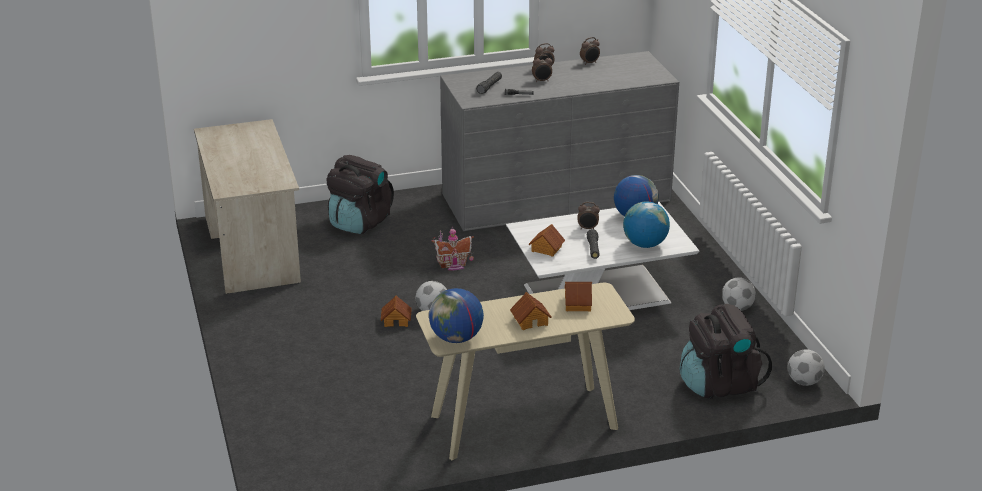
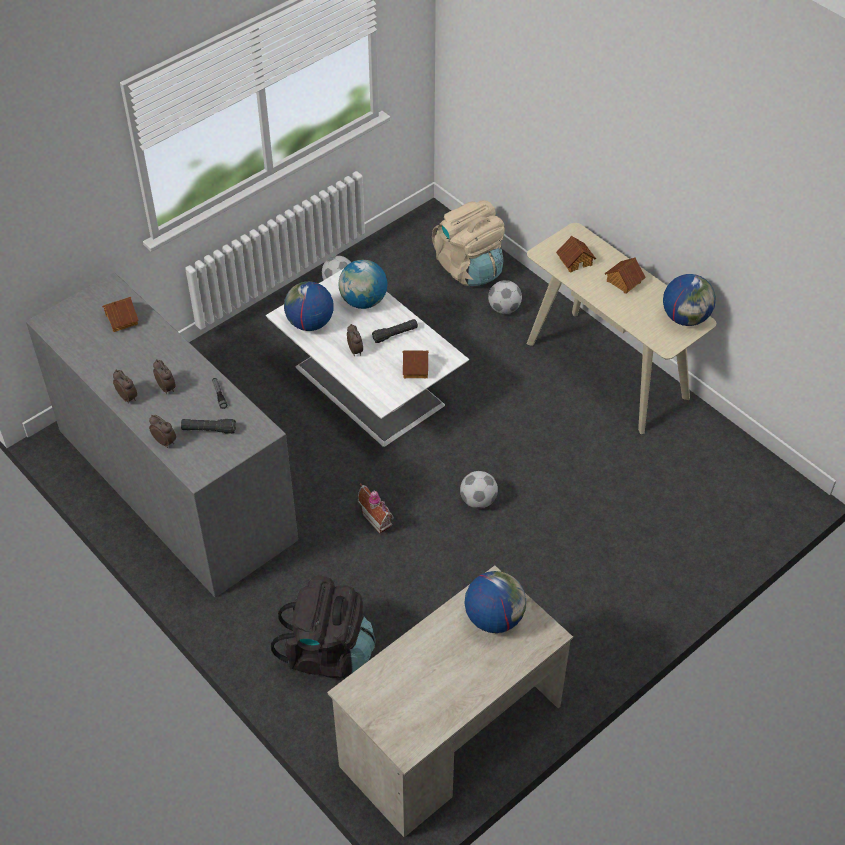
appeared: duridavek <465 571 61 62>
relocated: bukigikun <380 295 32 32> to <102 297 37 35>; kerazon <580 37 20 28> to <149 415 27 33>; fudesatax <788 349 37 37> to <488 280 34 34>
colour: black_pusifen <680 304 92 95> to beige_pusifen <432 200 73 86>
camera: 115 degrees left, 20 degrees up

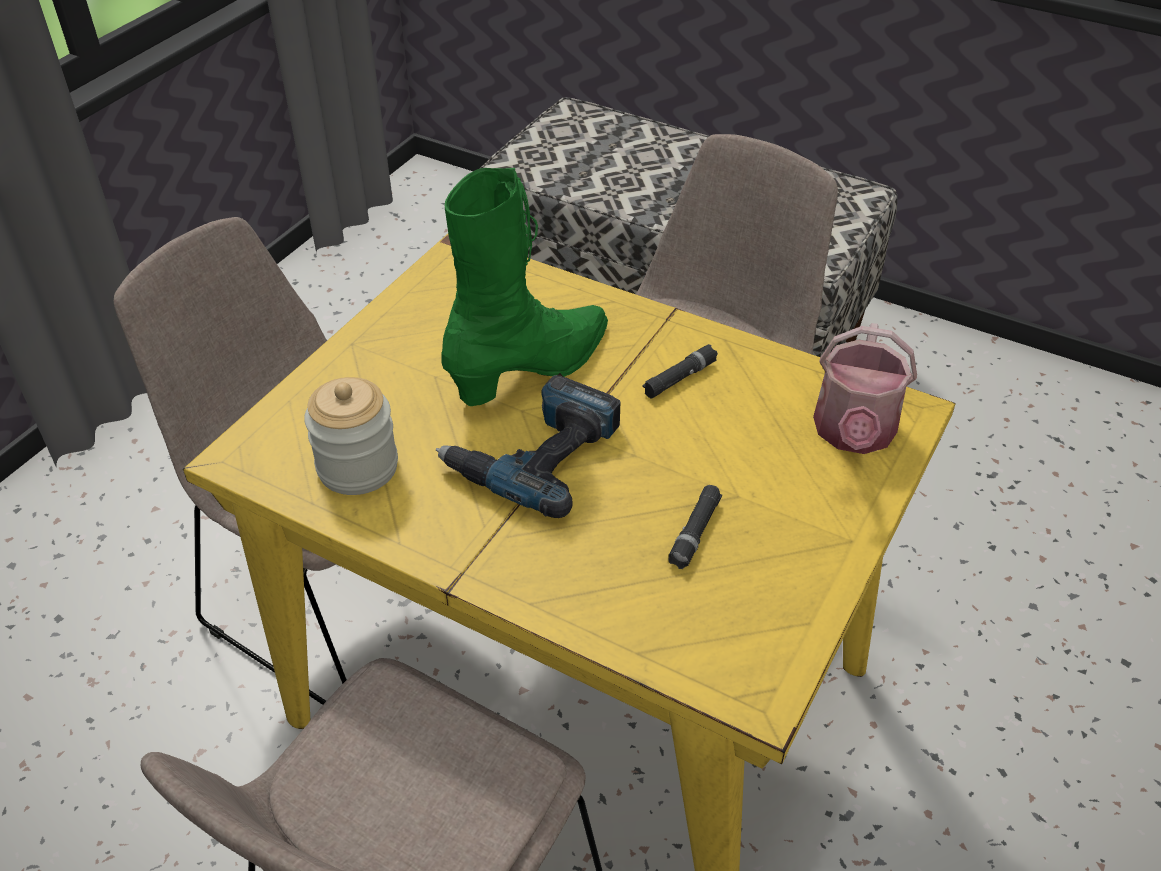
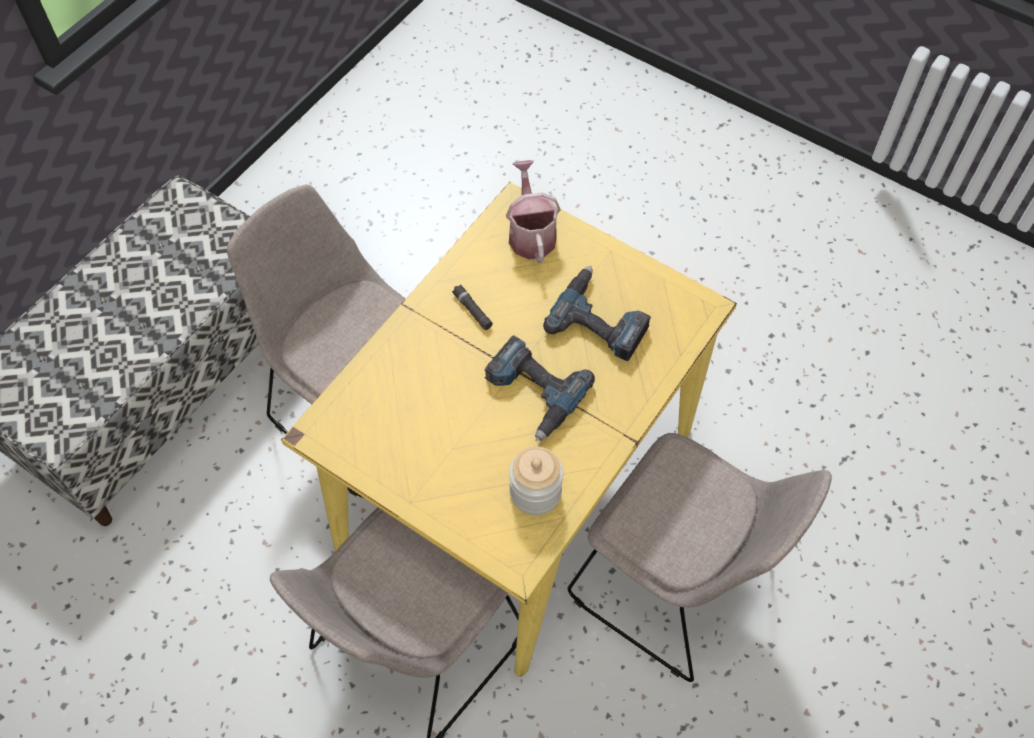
missing: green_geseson <441 168 167 238>
exchanged: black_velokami <668 485 54 84> to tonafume <543 266 108 95>
spun: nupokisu <813 323 104 131> = <506 160 55 103> 120 degrees counterclockwise
camera: 85 degrees left, 15 degrees up

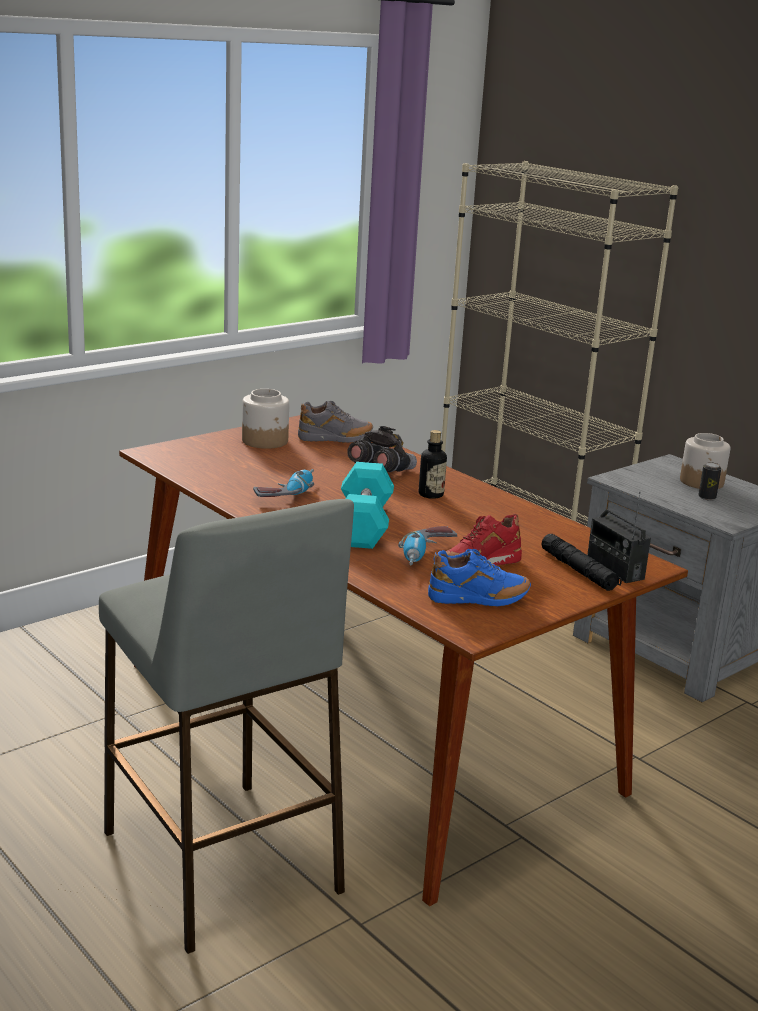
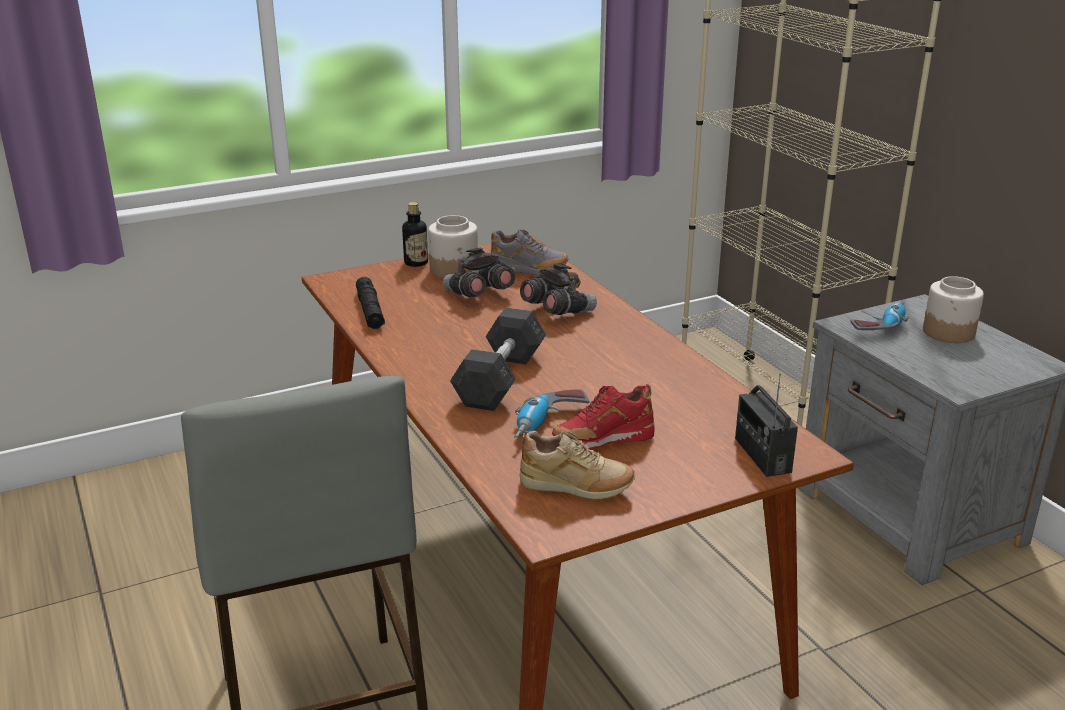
missing: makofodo <698 462 23 38>
appeared: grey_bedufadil <443 247 72 50>
relocated: tonafume <253 469 61 28> to <850 302 59 28>; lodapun <419 430 28 69> to <402 202 26 65>; black_velokami <541 534 81 57> to <356 277 29 52>
colour: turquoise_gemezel <341 462 53 87> to grey_gemezel <450 307 96 104>; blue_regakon <428 549 103 58> to beige_regakon <520 431 116 68>
camera: 15 degrees right, 5 degrees up

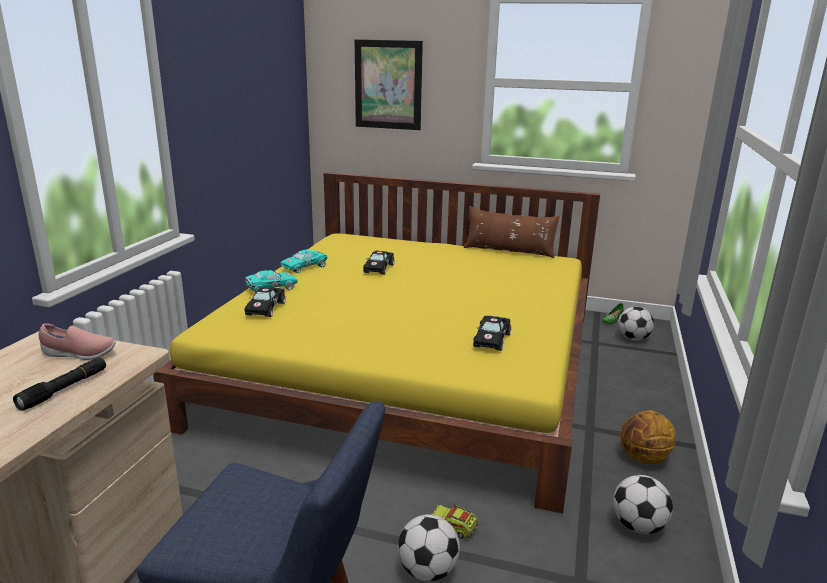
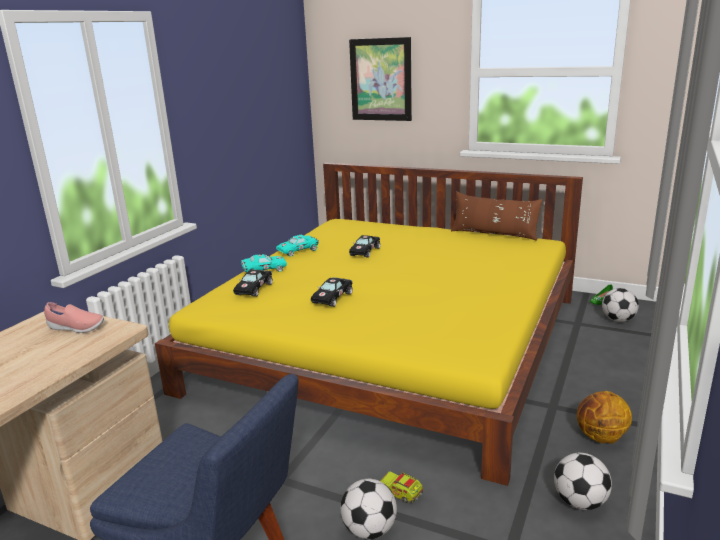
missing: black_velokami <13 357 93 54>
relocated: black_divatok <473 315 38 36> to <311 277 42 30>
camera: 10 degrees right, 0 degrees up

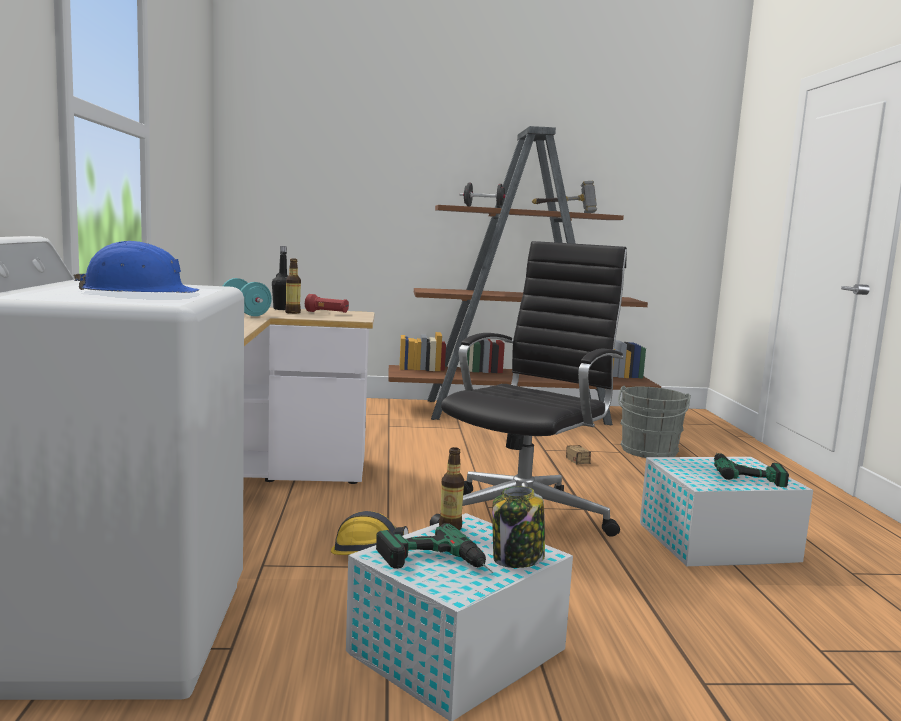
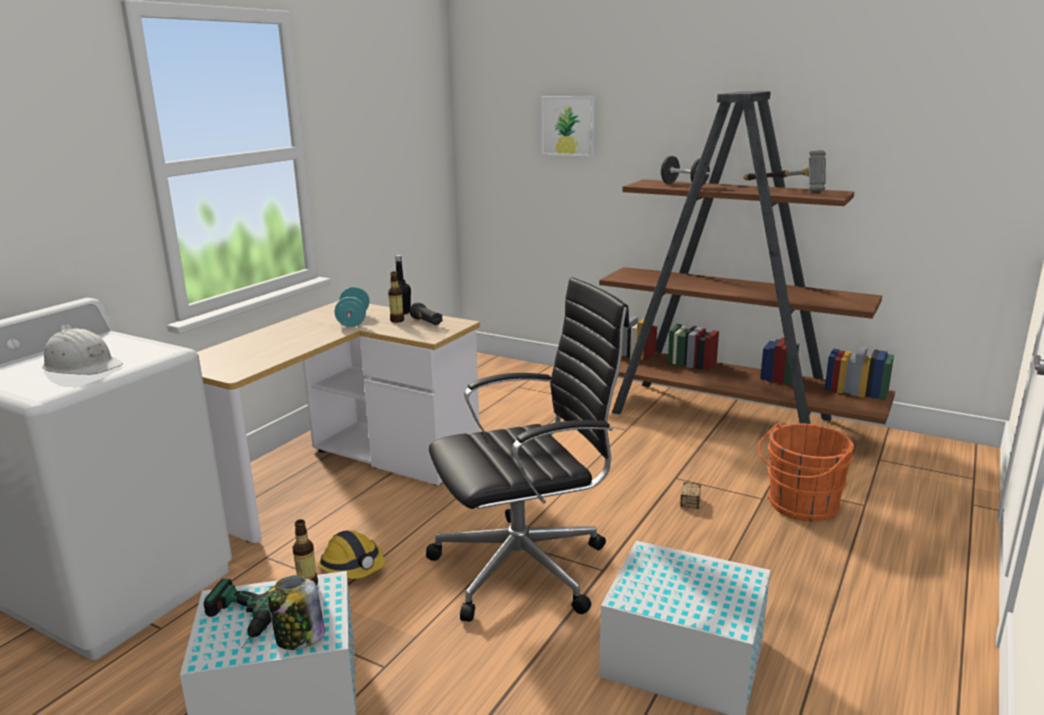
missing: tonafume <714 453 75 34>
appeared: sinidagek <542 96 53 61>
colour: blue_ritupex <74 241 125 52> to white_ritupex <42 328 81 47>; red_velokami <305 294 44 19> to black_velokami <410 302 33 23>; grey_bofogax <618 386 73 72> to orange_bofogax <758 423 96 99>
camera: 35 degrees right, 10 degrees up

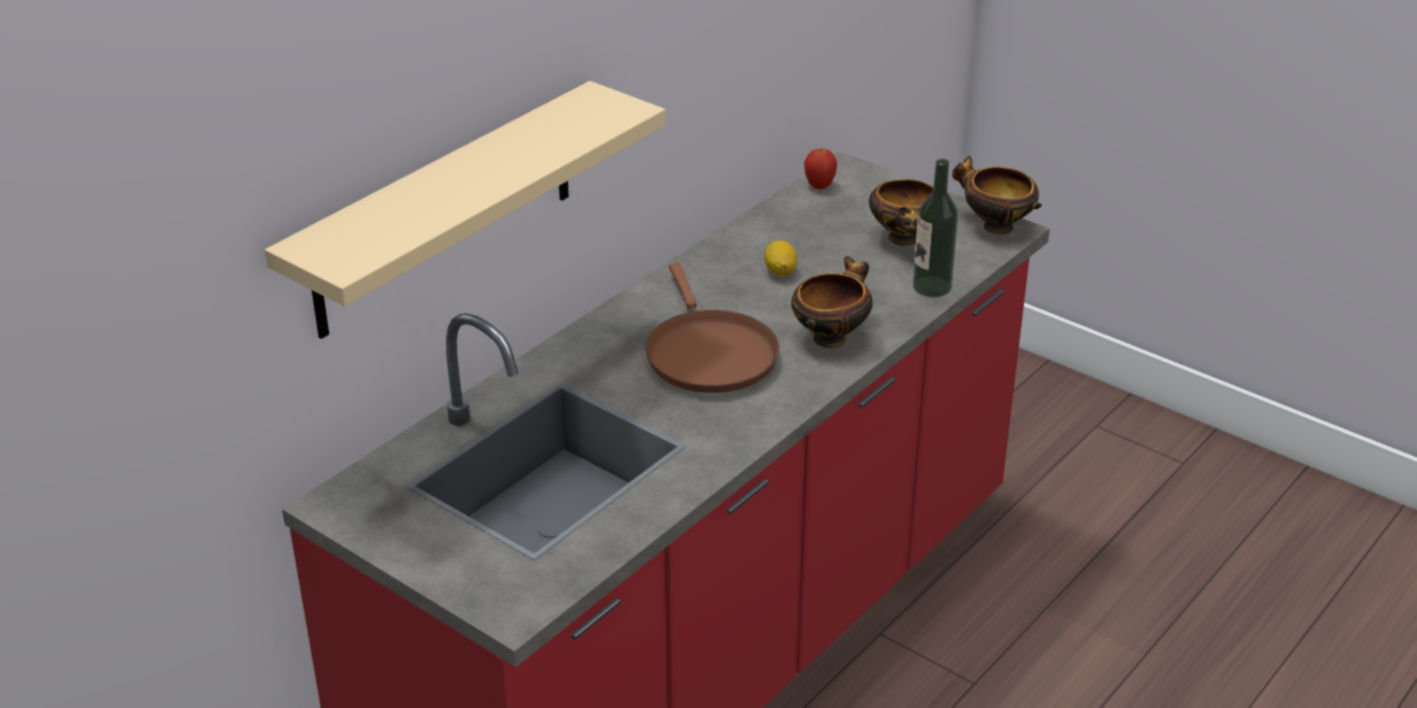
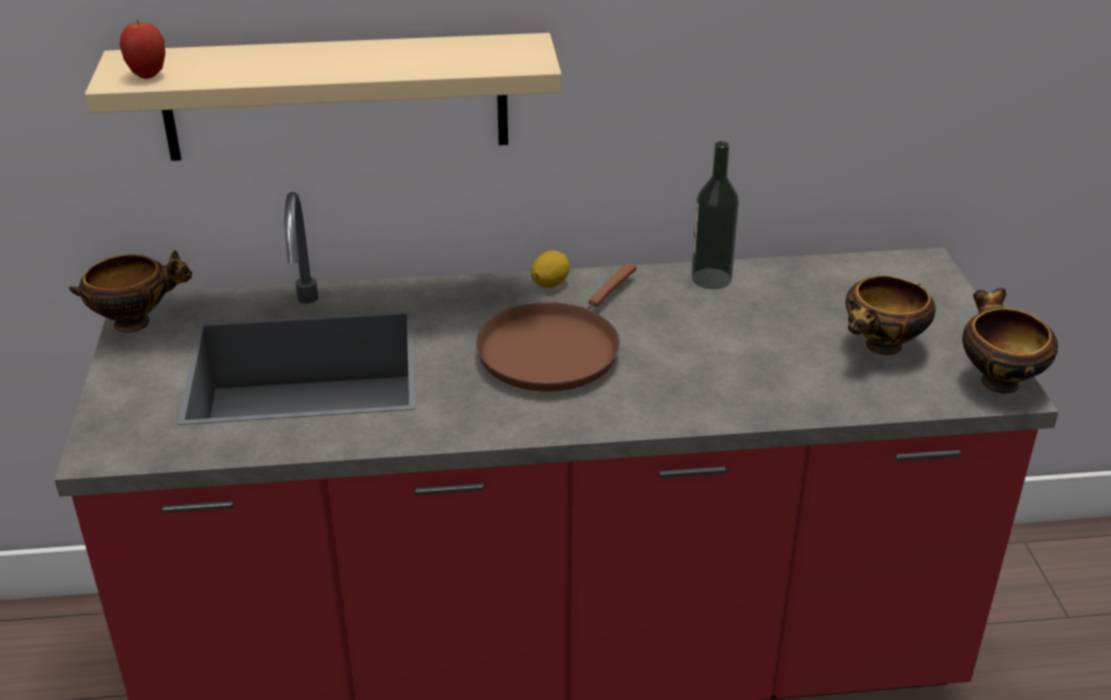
relocated: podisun <764 241 33 35> to <531 250 39 38>; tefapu <791 256 82 92> to <69 250 123 83>; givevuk <804 148 33 41> to <120 19 45 60>; lodapun <913 159 45 138> to <691 141 48 148>
camera: 45 degrees right, 0 degrees up

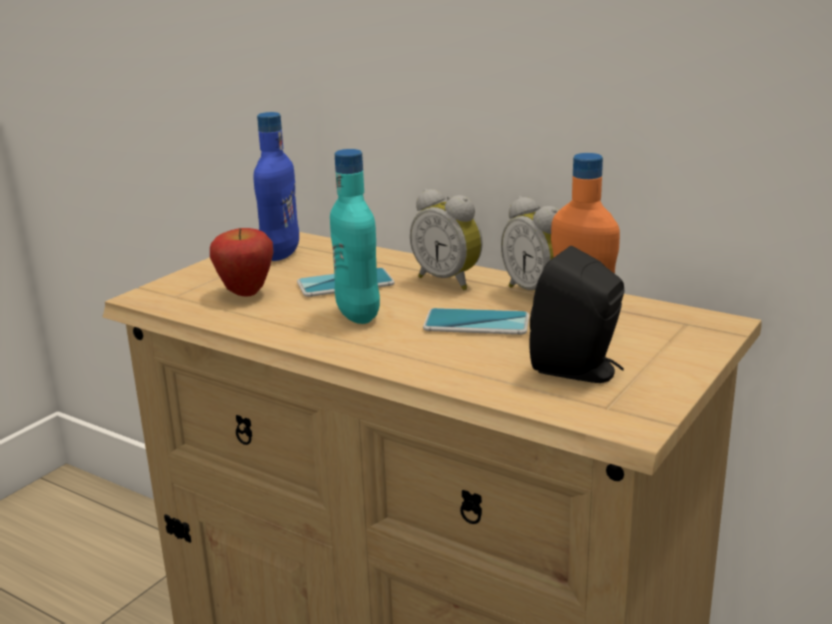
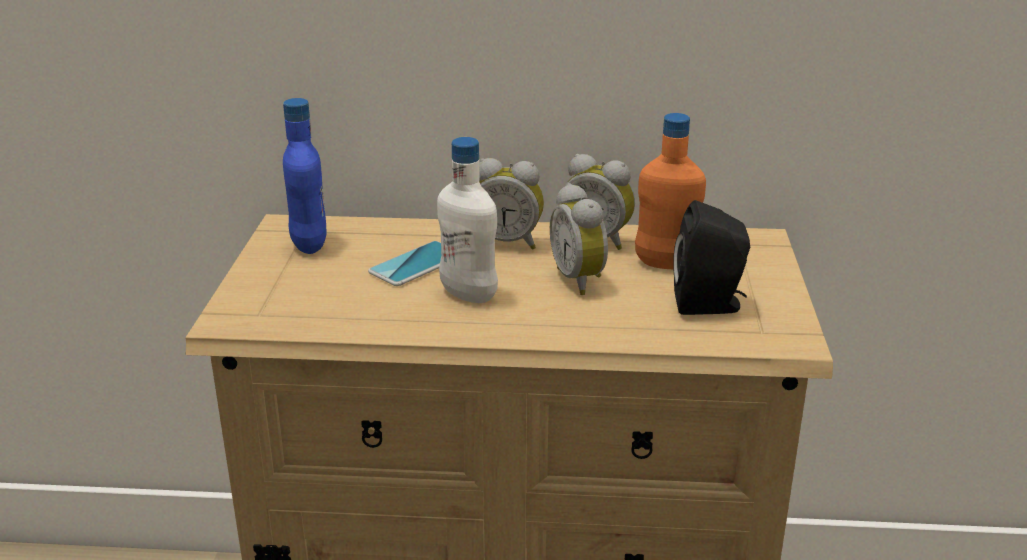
missing: givevuk <210 228 63 69>
exchanged: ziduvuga <423 308 106 27> to kerazon <550 183 58 112>
colour: turquoise_lodapun <330 149 50 175> to white_lodapun <437 137 61 166>
camera: 30 degrees left, 5 degrees up

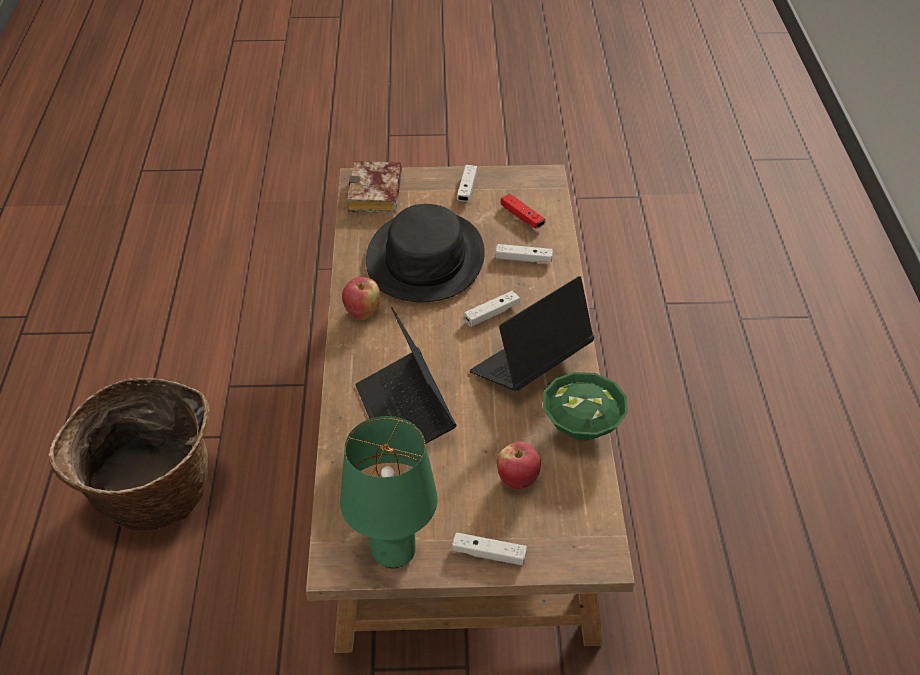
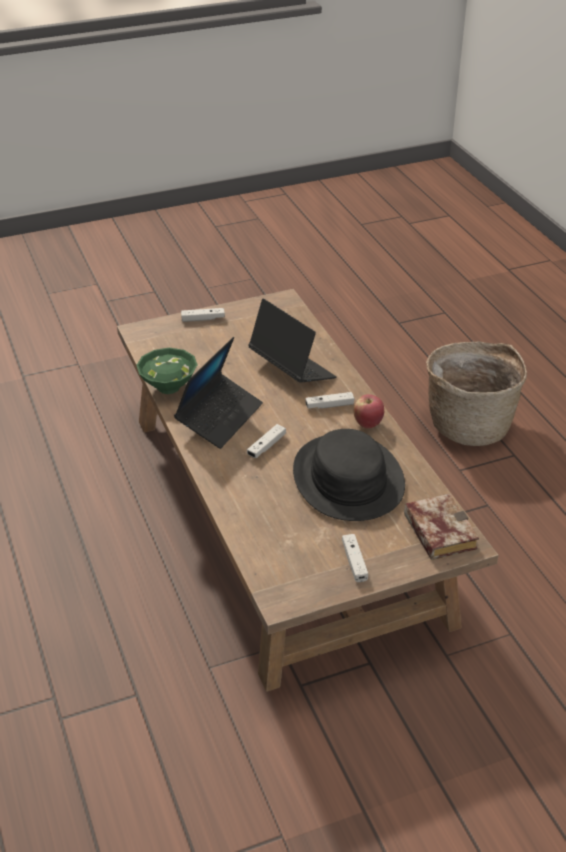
missing: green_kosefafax <340 416 98 152>; givevuk <497 441 44 48>; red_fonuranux <501 194 44 35>
relocated: white_fonuranux <496 244 57 18> to <305 392 49 17>
camera: 160 degrees right, 5 degrees down

